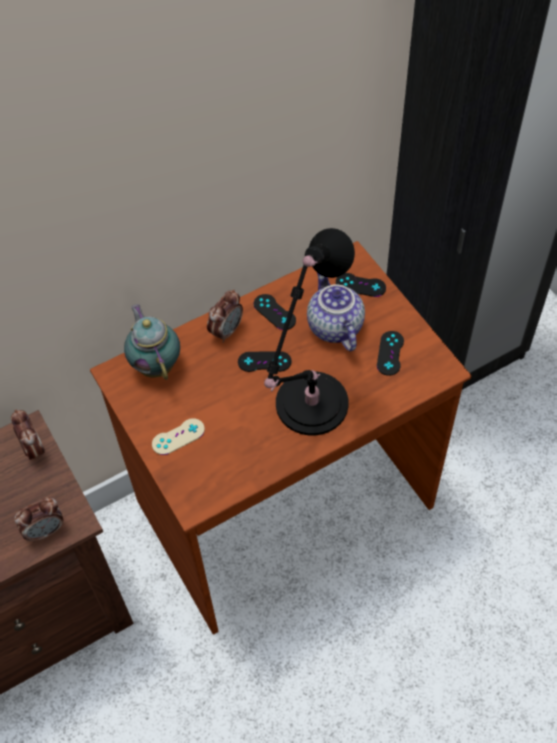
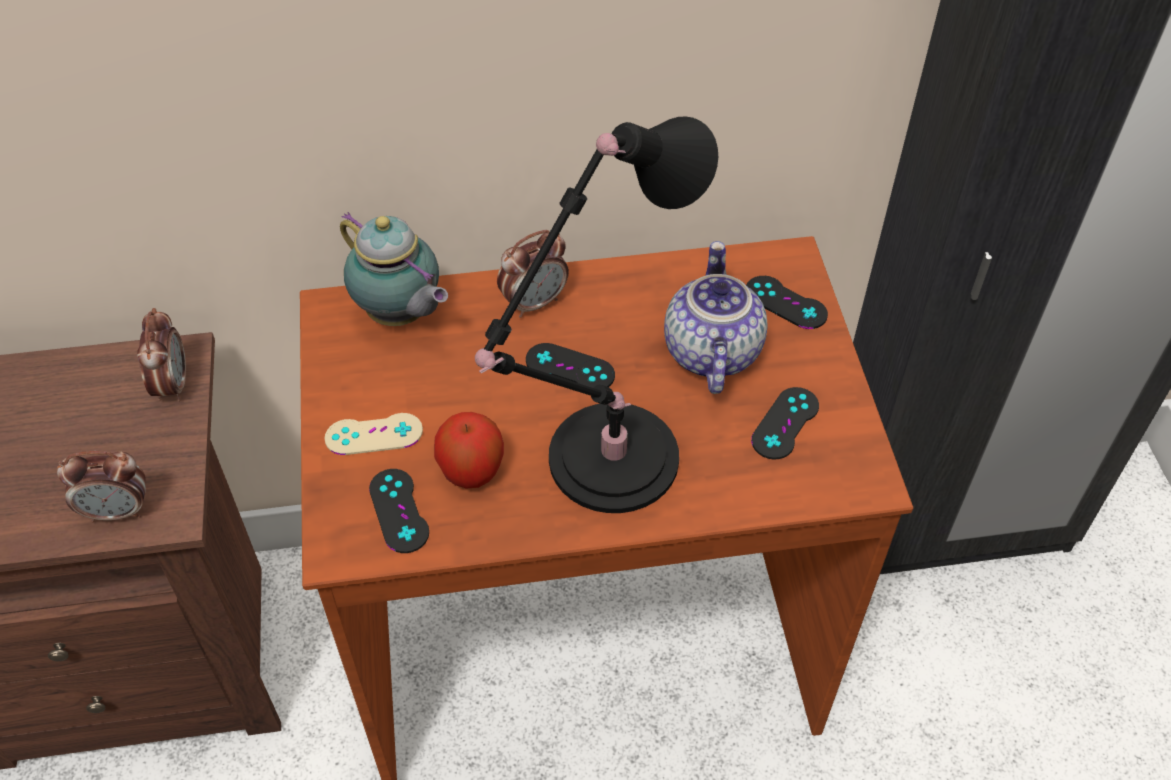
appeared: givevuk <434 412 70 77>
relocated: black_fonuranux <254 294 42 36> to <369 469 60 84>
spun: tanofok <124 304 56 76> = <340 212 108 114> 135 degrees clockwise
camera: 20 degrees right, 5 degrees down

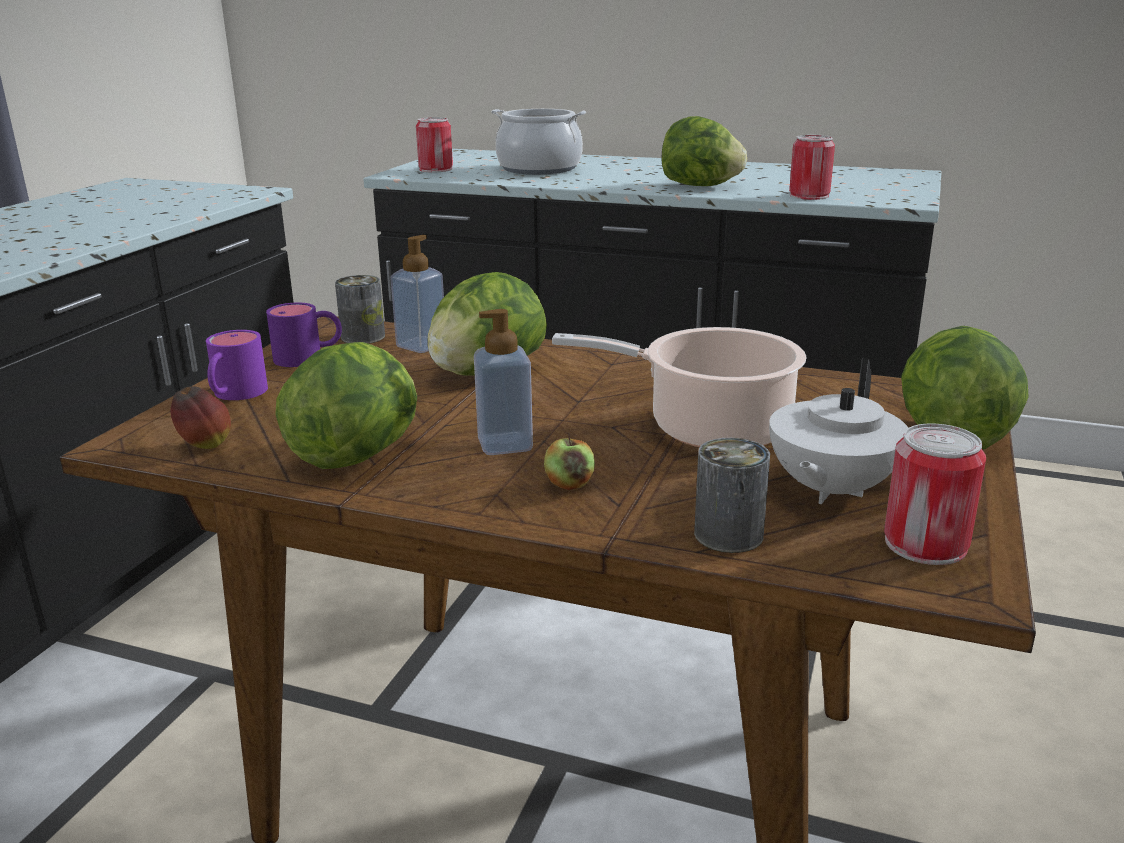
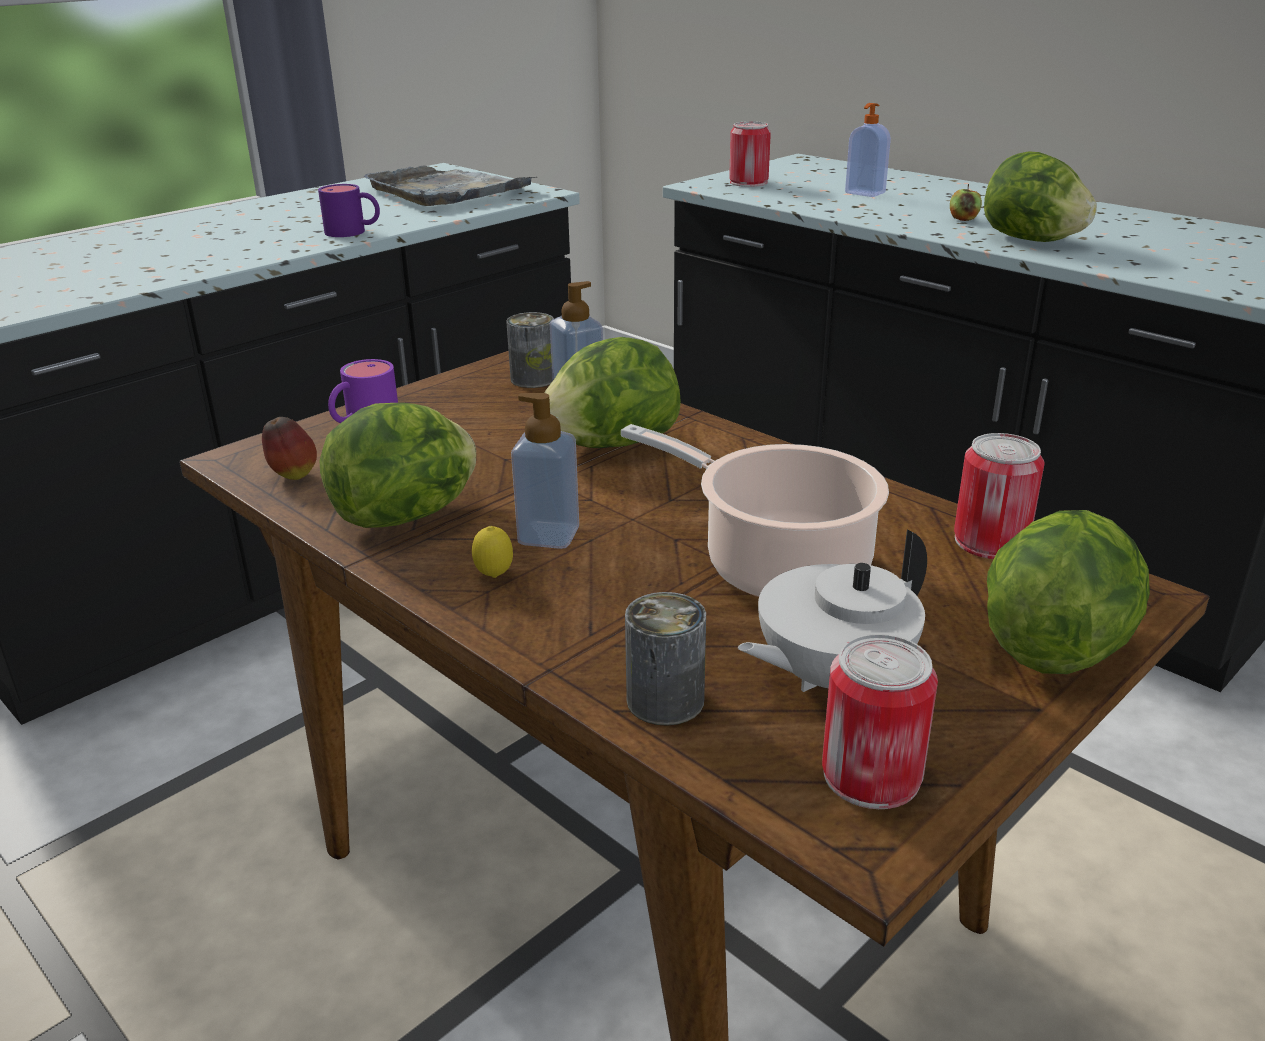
appeared: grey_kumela <364 166 173 40>; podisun <472 526 41 52>
relocated: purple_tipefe <266 303 76 64> to <318 184 62 53>; givevuk <544 432 51 58> to <950 184 32 37>; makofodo <789 135 46 65> to <954 433 91 126>
exchanged: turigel <491 109 95 66> to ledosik <845 103 46 94>
camera: 25 degrees right, 5 degrees up

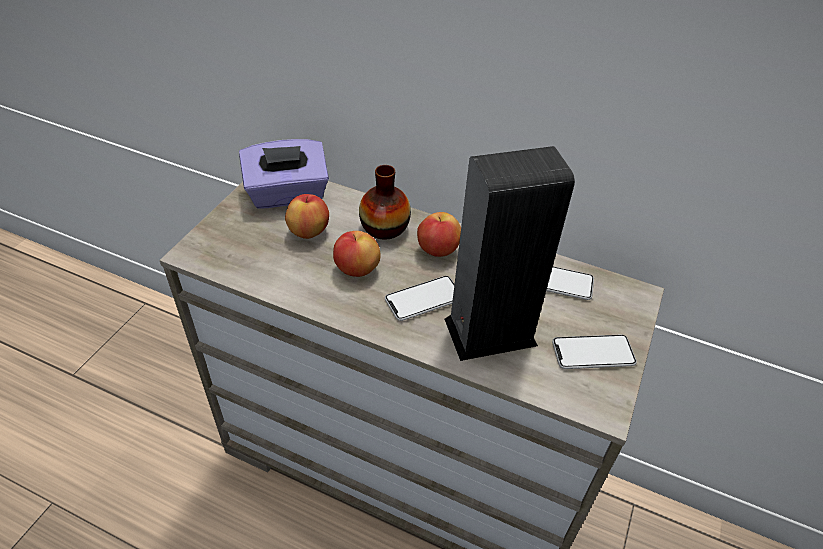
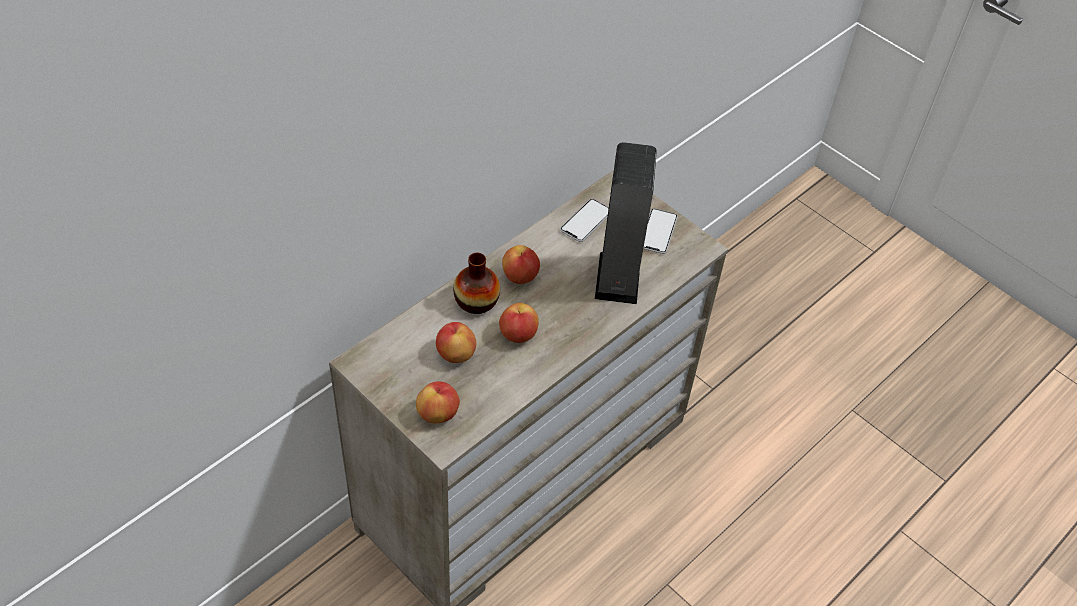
missing: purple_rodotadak <239 139 90 70>; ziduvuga <385 276 70 45>
appeared: givevuk <416 381 44 42>
camera: 70 degrees left, 5 degrees up

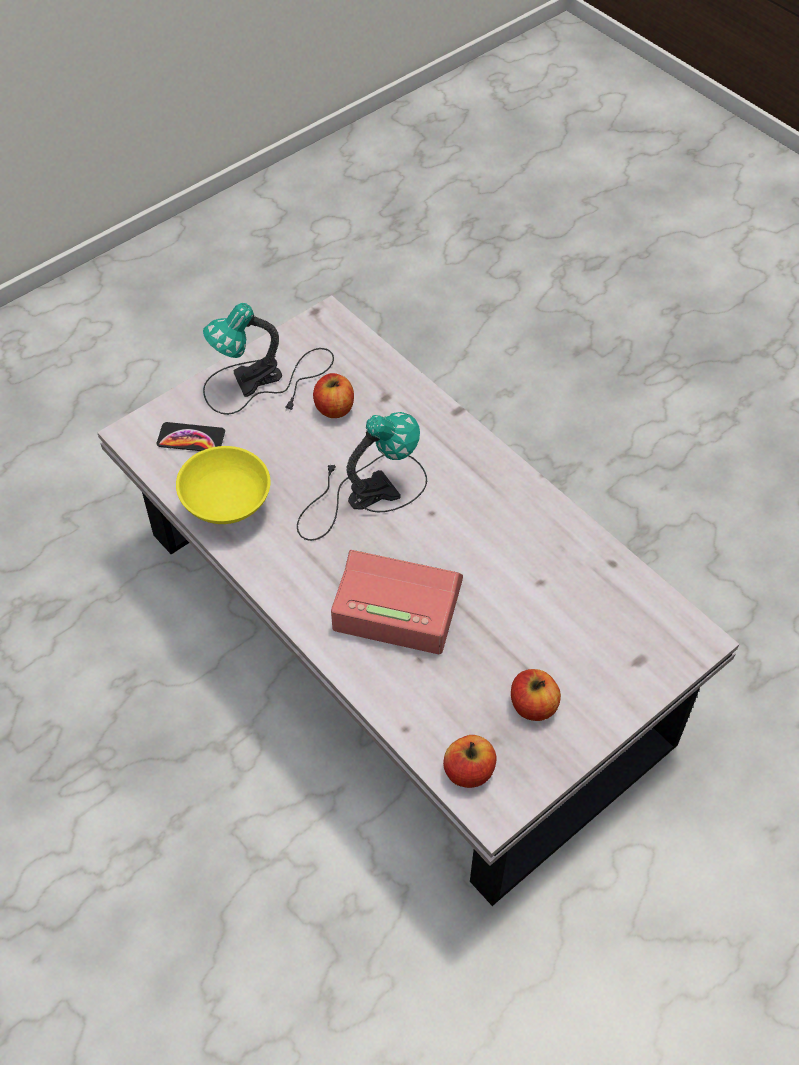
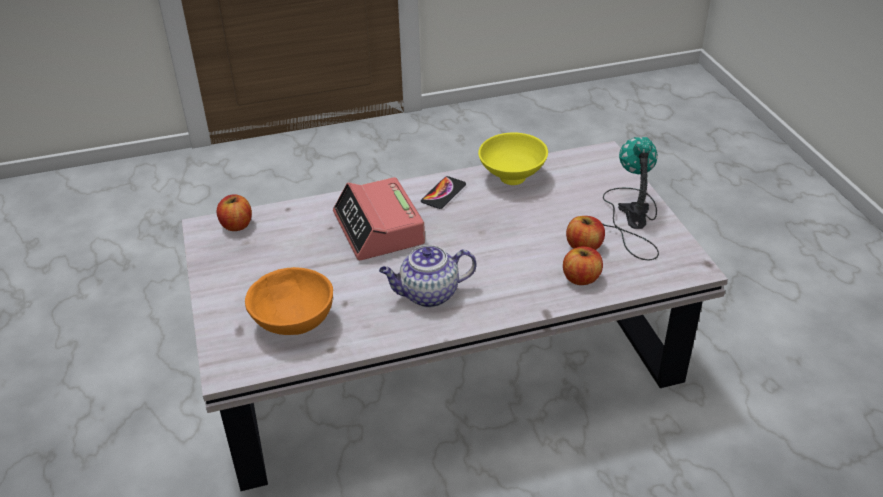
missing: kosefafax <297 412 130 129>
appeared: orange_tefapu <245 267 88 68>; tanofok <379 245 97 63>
relocated: ziduvuga <157 422 68 29> to <421 176 45 33>; givevuk <511 669 50 52> to <563 247 40 38>
spun: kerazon <331 550 132 104> = <333 177 92 83> 120 degrees clockwise
camera: 115 degrees right, 15 degrees down

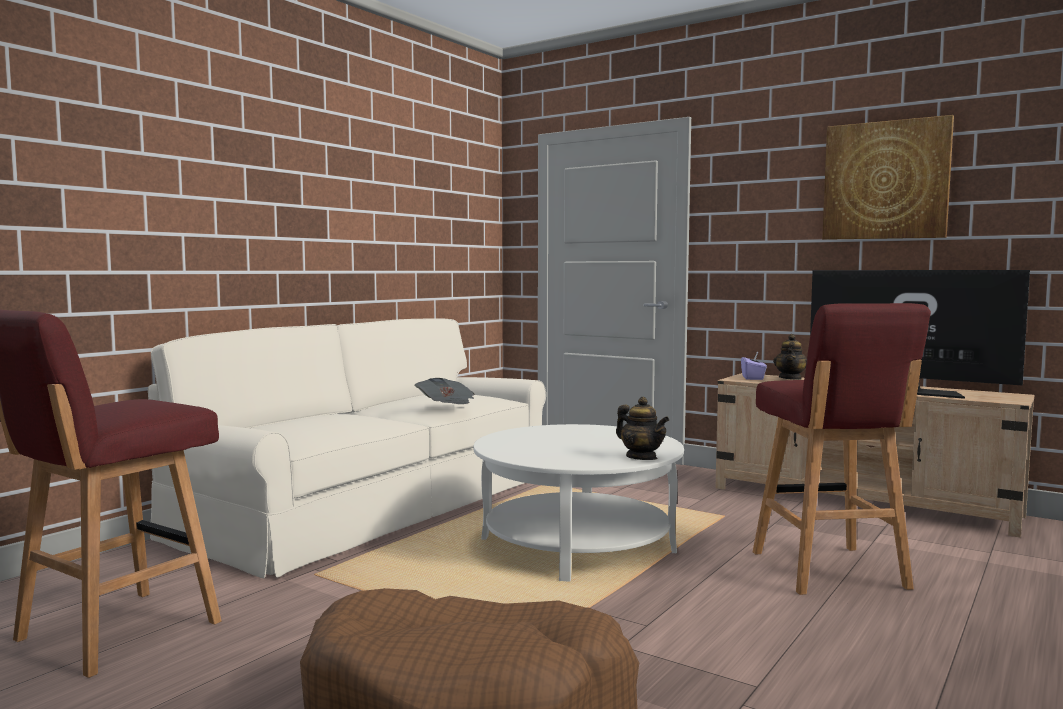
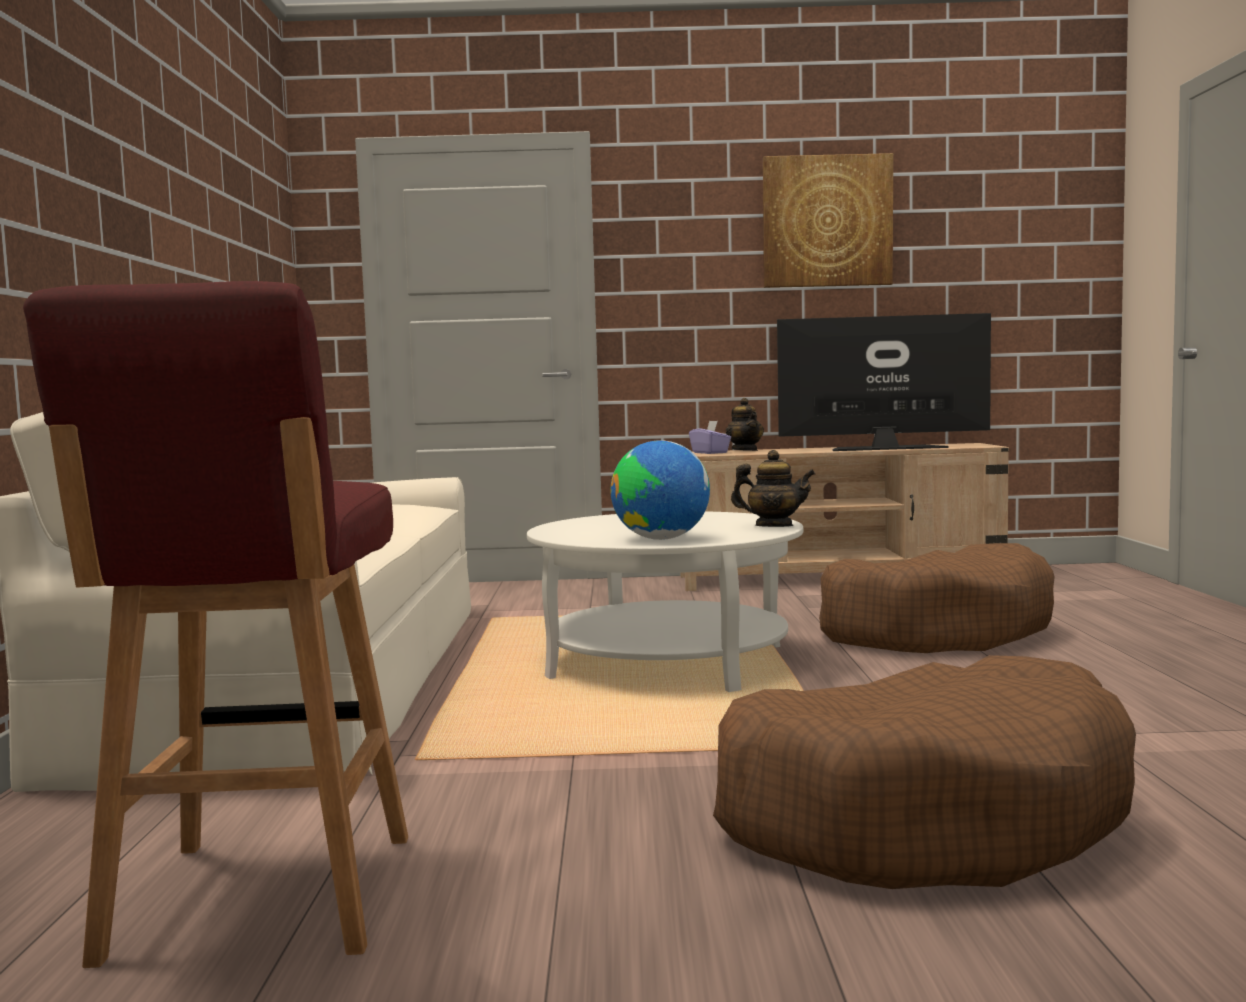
missing: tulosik <415 378 59 26>
appeared: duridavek <610 440 100 100>
exchanged: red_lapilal <753 303 178 292> to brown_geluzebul <819 543 235 110>
camera: 35 degrees left, 0 degrees up

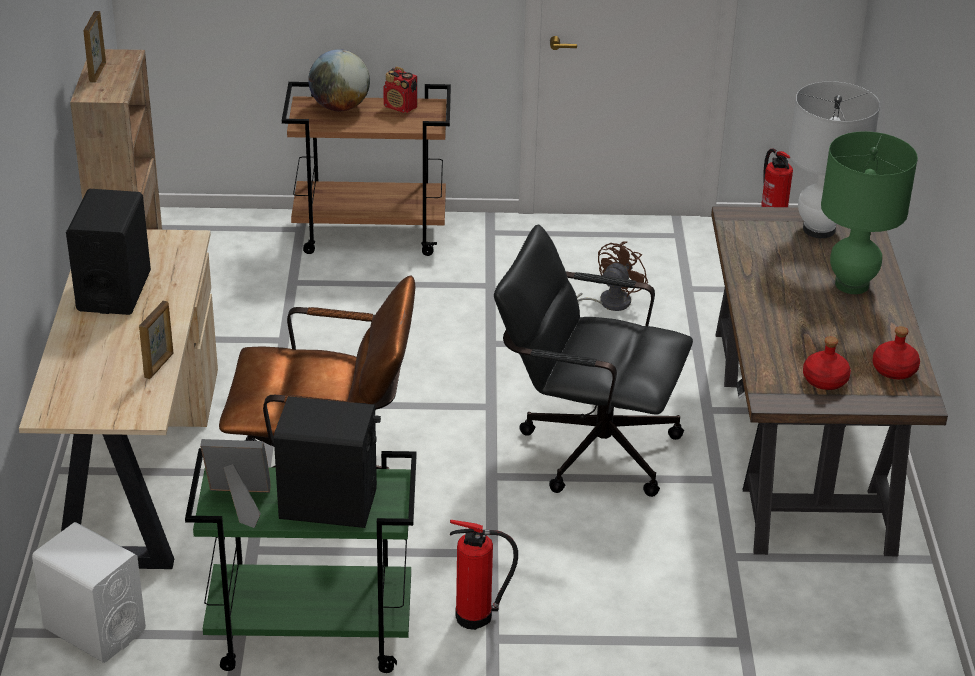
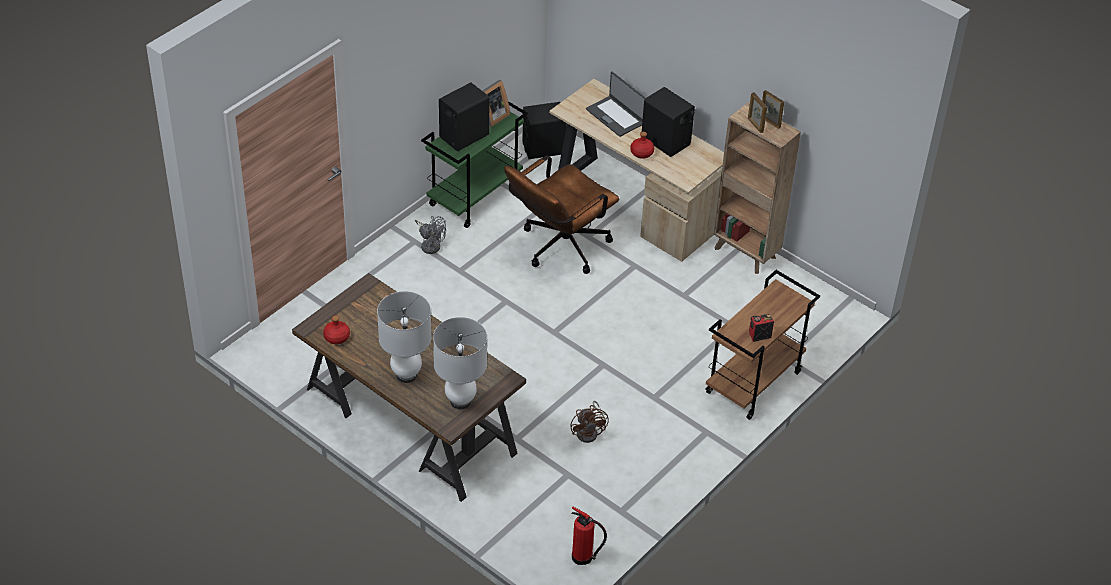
missing: duridavek <308 49 62 62>; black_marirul <494 224 199 273>
appeared: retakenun <586 72 60 65>
relocated: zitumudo <139 301 34 78> to <748 92 19 41>; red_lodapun <803 336 48 54> to <630 132 24 27>
exchanged: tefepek <450 520 68 110> to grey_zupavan <415 216 31 38>
colour: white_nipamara <32 522 114 141> to black_nipamara <522 102 45 57>; green_kosefafax <821 131 97 163> to white_kosefafax <377 291 55 92>
camera: 130 degrees right, 10 degrees up

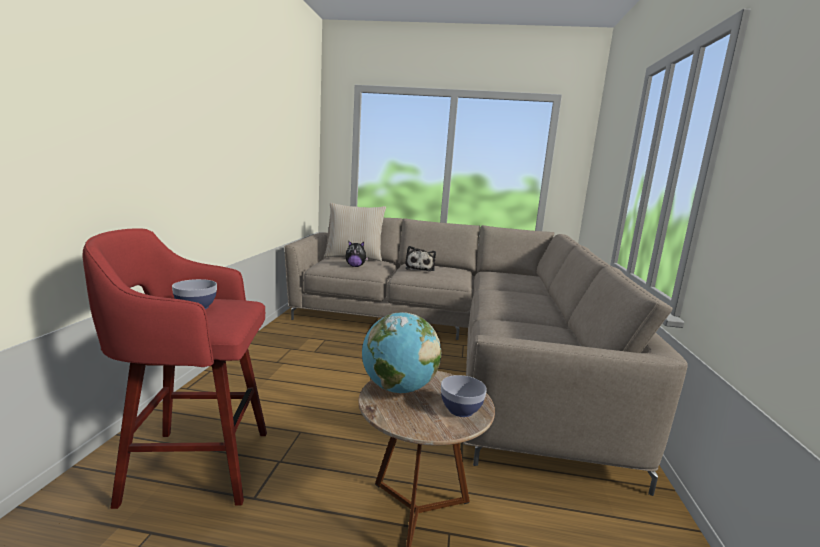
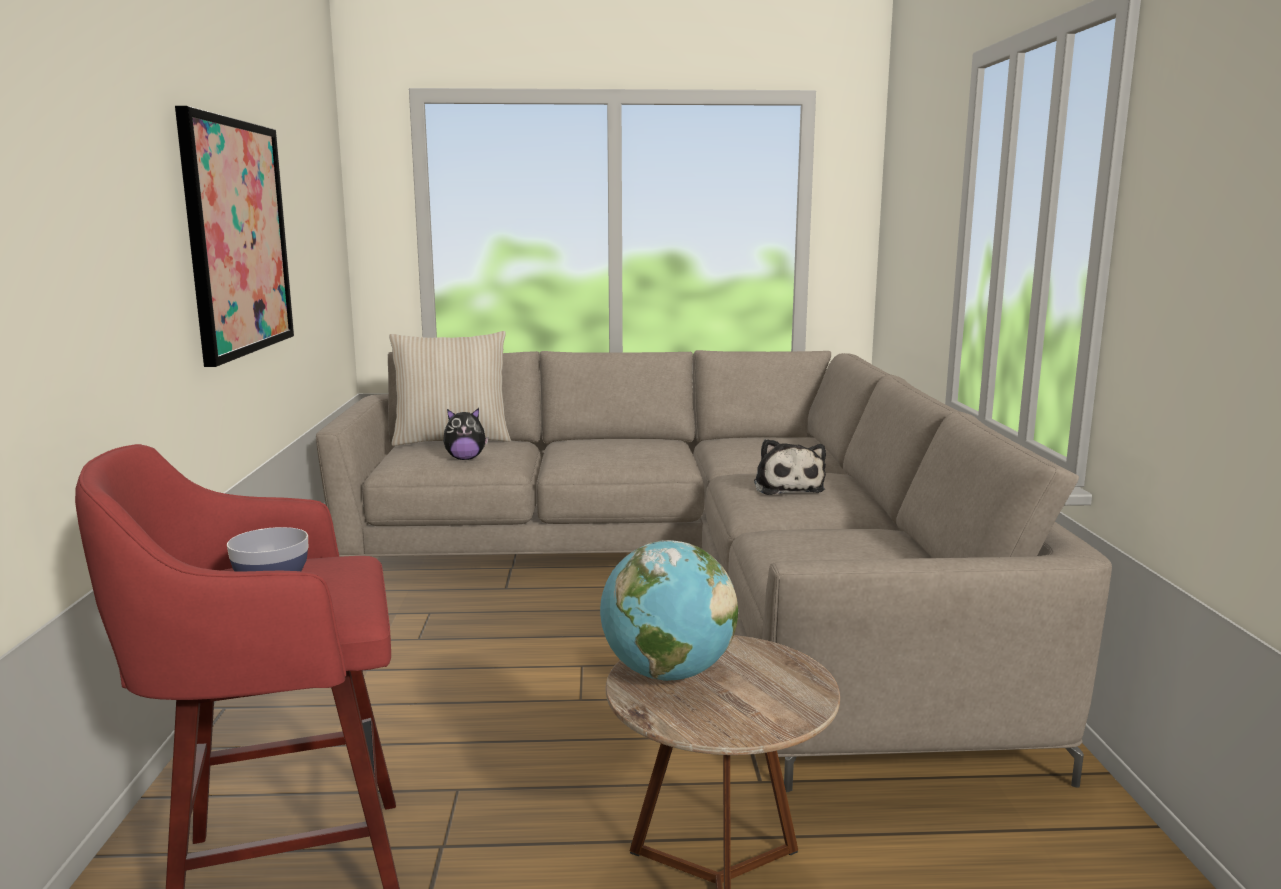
missing: tefapu <441 375 46 42>
appeared: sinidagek <175 106 119 261>
relocated: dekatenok <405 246 31 25> to <754 439 72 56>
camera: 10 degrees left, 0 degrees up

